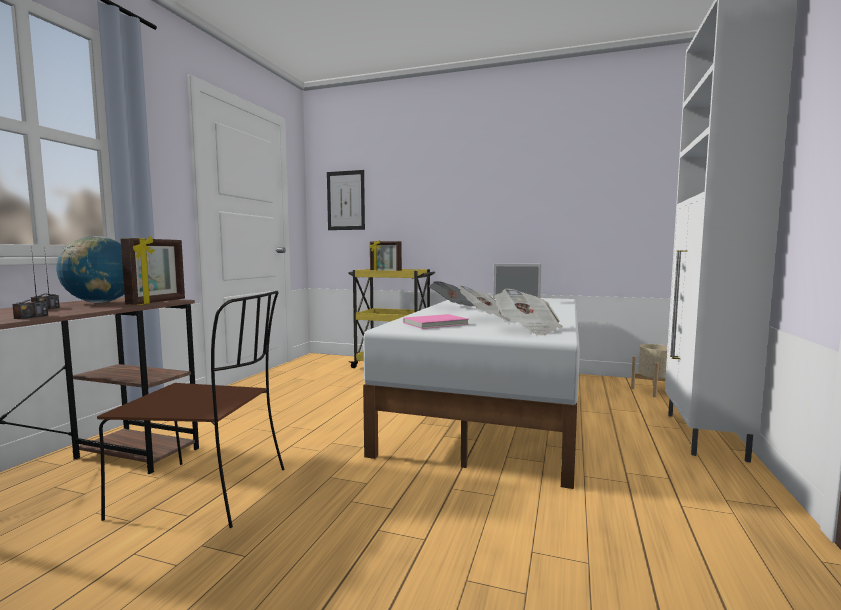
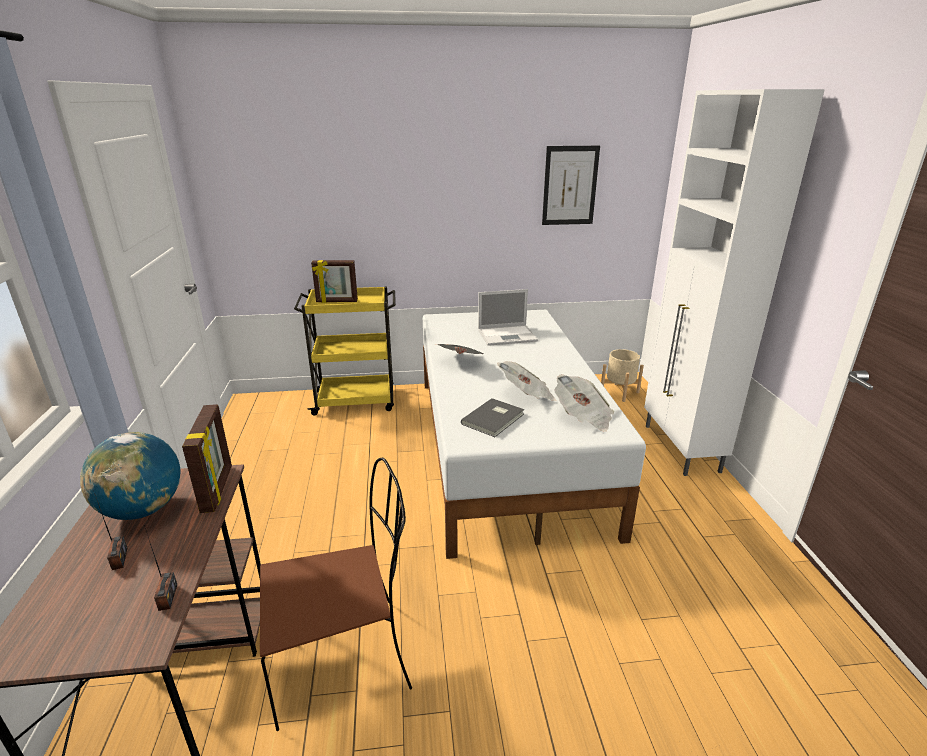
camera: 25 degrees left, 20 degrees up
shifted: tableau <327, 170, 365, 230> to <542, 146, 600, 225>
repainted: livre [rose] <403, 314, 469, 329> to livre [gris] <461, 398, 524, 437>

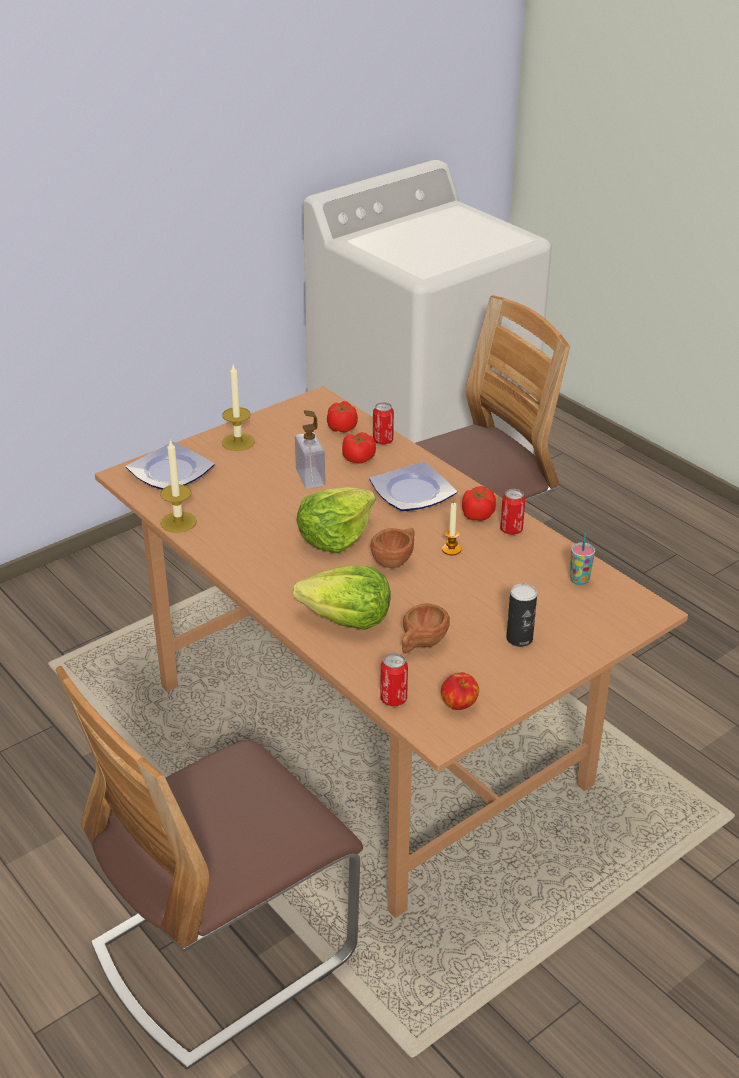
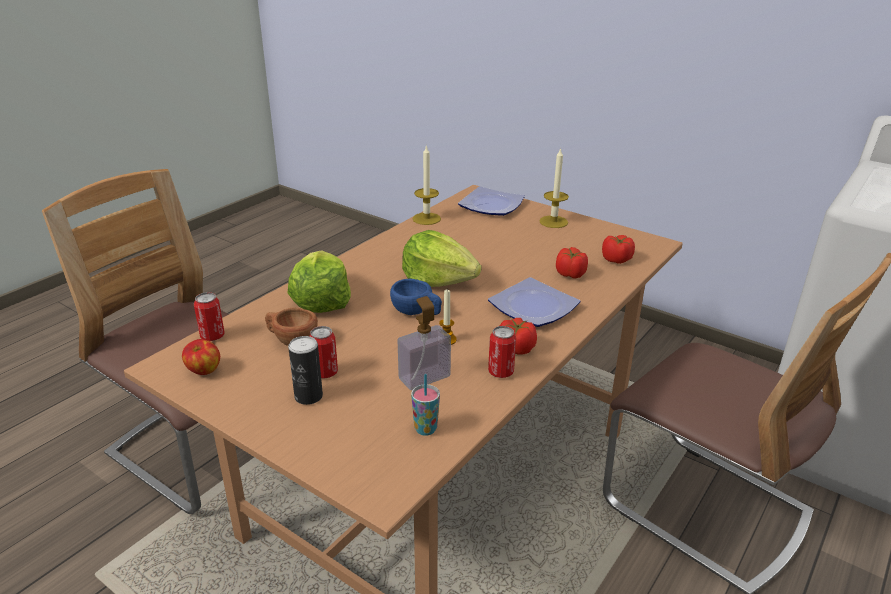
camera: 75 degrees right, 5 degrees down
shifted: distributeur de savon <295, 410, 325, 488> to <397, 296, 451, 390>; boîte métallique <373, 402, 394, 444> to <310, 326, 338, 378>
repainted: tasse [marron] <371, 528, 415, 568> to tasse [bleu] <390, 279, 442, 315>

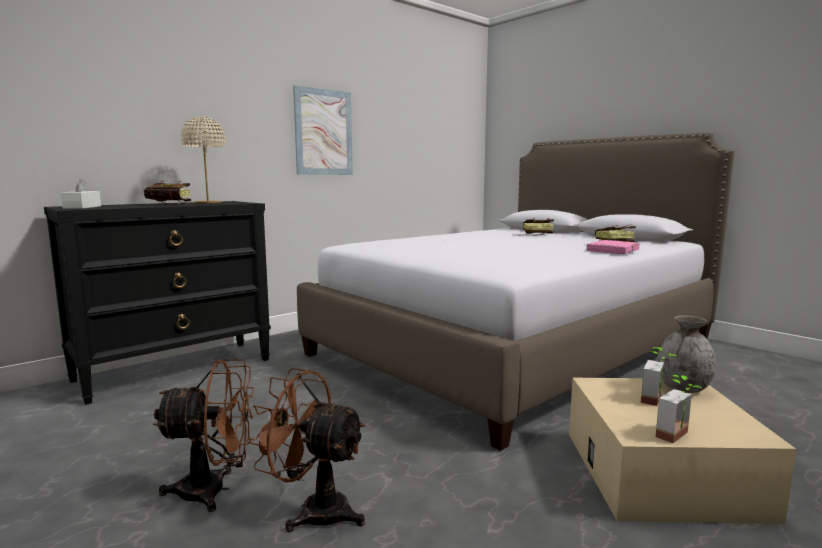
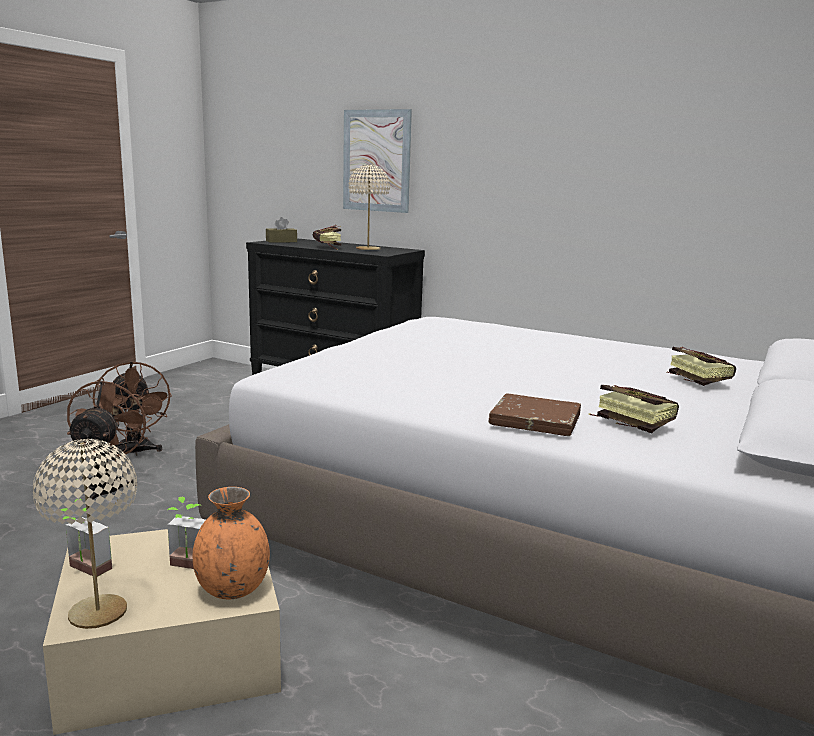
camera: 70 degrees right, 5 degrees up
new: lampe de table [beige] <33, 439, 137, 629>
shifted: tableau <293, 86, 353, 175> to <343, 109, 412, 213>
repainted: boîte à mouchoirs [blanc] <61, 176, 101, 209> to boîte à mouchoirs [marron] <266, 217, 297, 243>; livre [rose] <586, 240, 640, 254> to livre [marron] <489, 393, 581, 436>; vase [gris] <657, 315, 716, 393> to vase [orange] <193, 487, 270, 599>

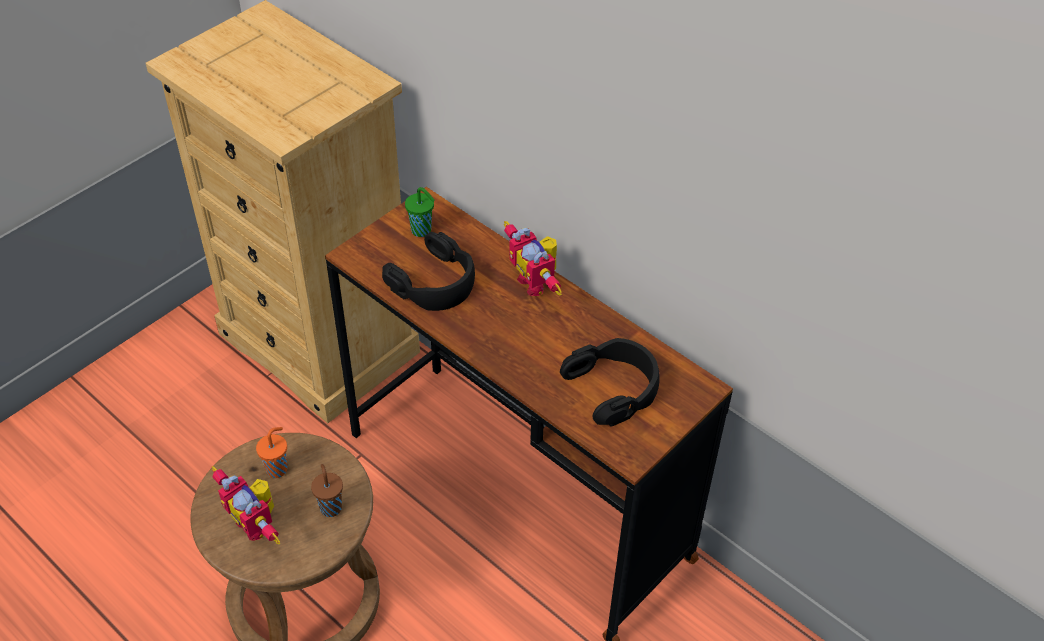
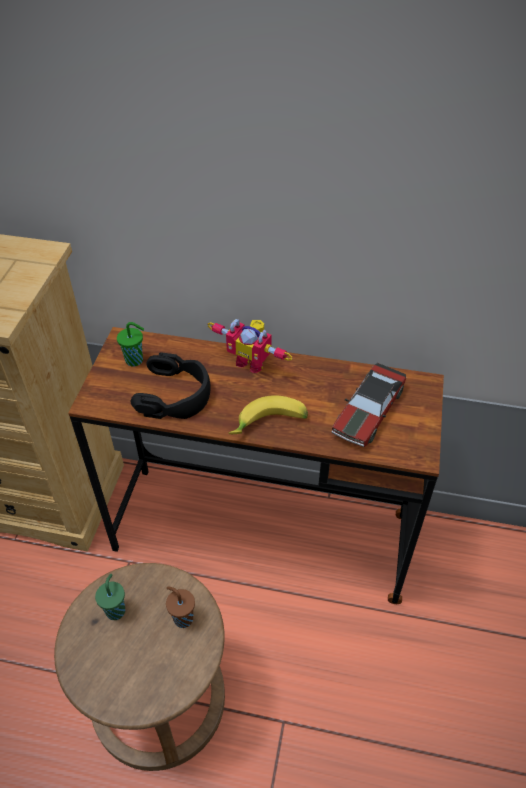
camera: 30 degrees left, 0 degrees up
gone: robot jouet <211, 466, 281, 544>
new: banane <229, 395, 308, 434>
swapped: casque audio [noir] <560, 338, 660, 426> to petite voiture <331, 363, 406, 447>
repainted: tasse [orange] <256, 427, 287, 478> to tasse [vert] <95, 574, 125, 620>

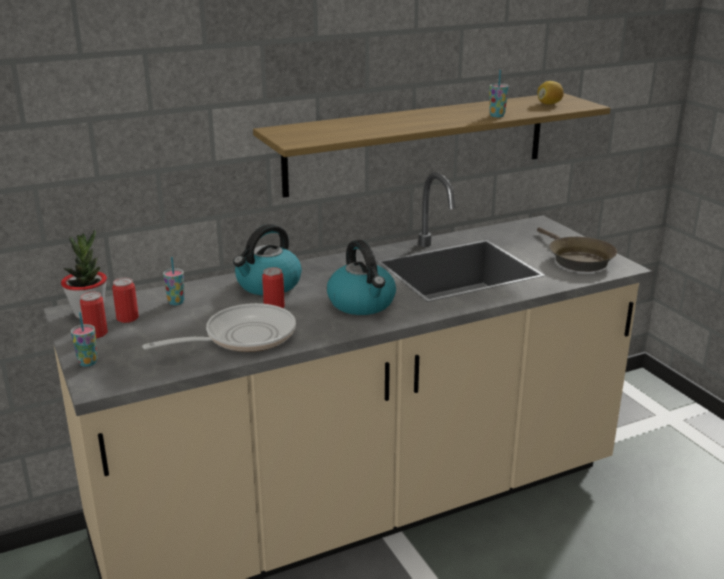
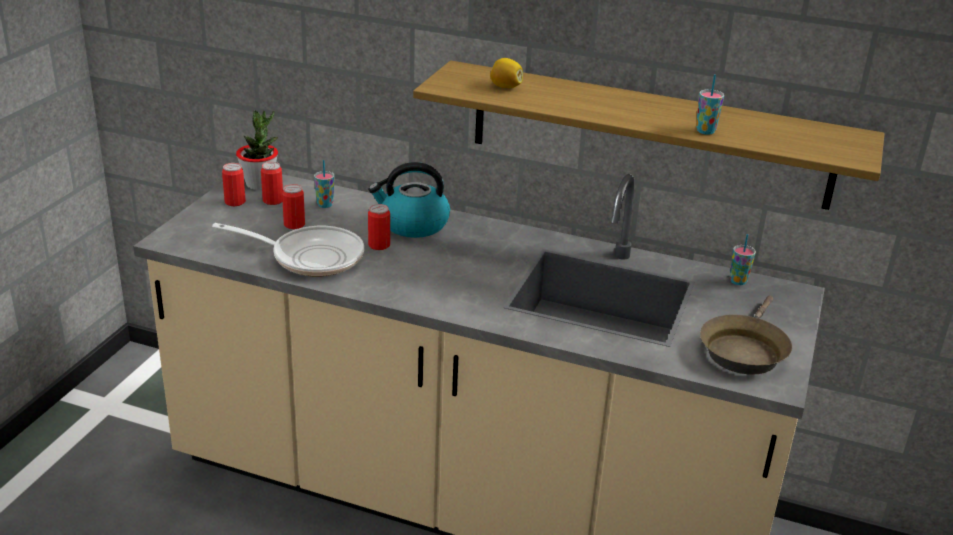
camera: 45 degrees right, 5 degrees up
gone: bouilloire <327, 240, 396, 315>
new: boîte métallique <282, 184, 305, 229>
shifted: tasse <71, 312, 97, 367> to <730, 234, 756, 285>; citron <538, 81, 564, 105> to <490, 58, 523, 88>

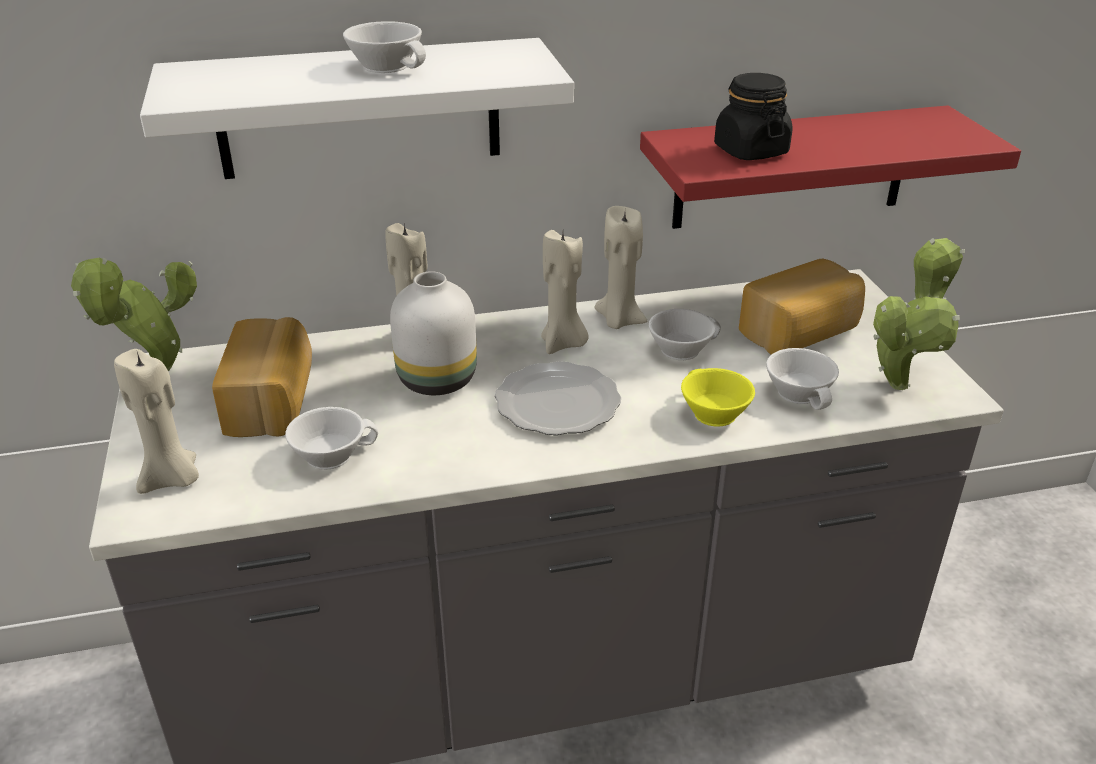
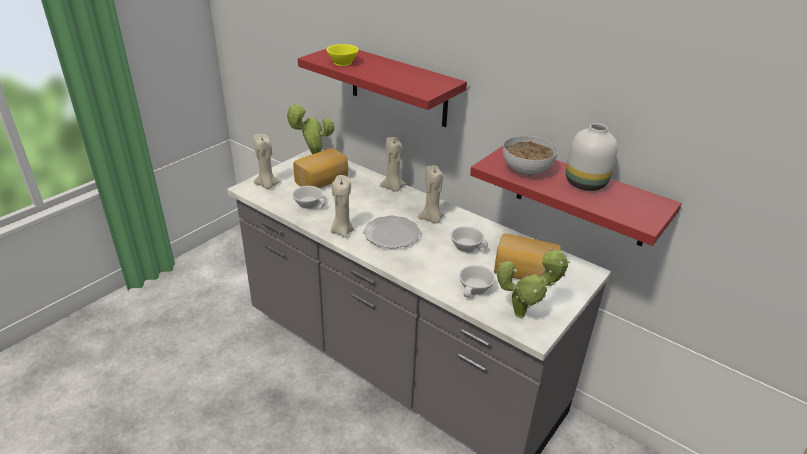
camera: 50 degrees right, 0 degrees up
gone: tasse [blanc] <343, 21, 426, 73>
shifted: vase [blanc] <390, 271, 477, 395> to <566, 123, 618, 191>; bougie [beige] <594, 206, 647, 329> to <331, 175, 354, 238>; tasse [jaune] <681, 368, 755, 427> to <326, 44, 359, 66>
swapped: bocal [noir] <714, 73, 792, 160> to bol <503, 136, 558, 175>
repainted: étagère [blanc] <140, 38, 574, 179> to étagère [rouge] <298, 49, 467, 127>

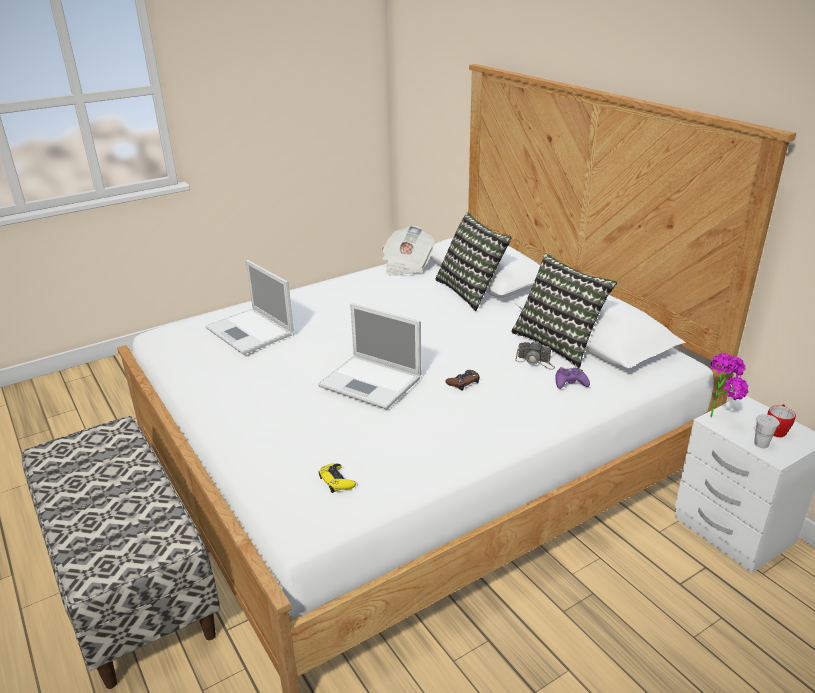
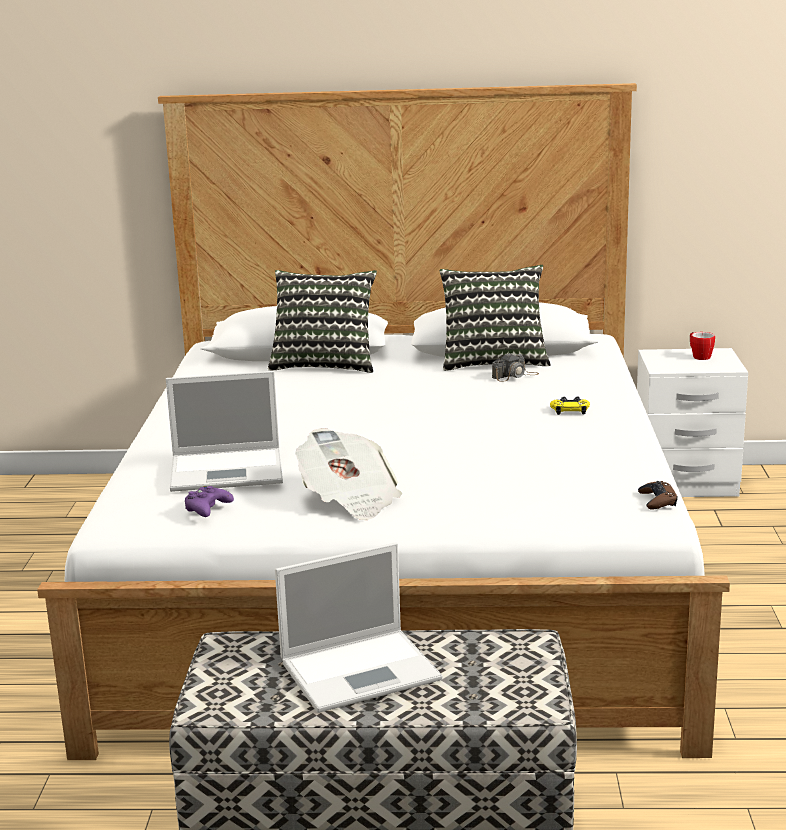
camera: 55 degrees left, 10 degrees down
gone: plante en pot <710, 353, 749, 417>; tasse [blanc] <754, 414, 779, 448>
shifted: ordinateur portable <318, 303, 421, 410> to <275, 542, 443, 713>; manette [jaune] <319, 463, 356, 493> to <550, 396, 590, 415>; journal <382, 226, 436, 276> to <295, 428, 402, 520>; manette [marron] <446, 370, 480, 391> to <638, 481, 678, 510>; manette [violet] <556, 367, 590, 389> to <185, 486, 234, 517>

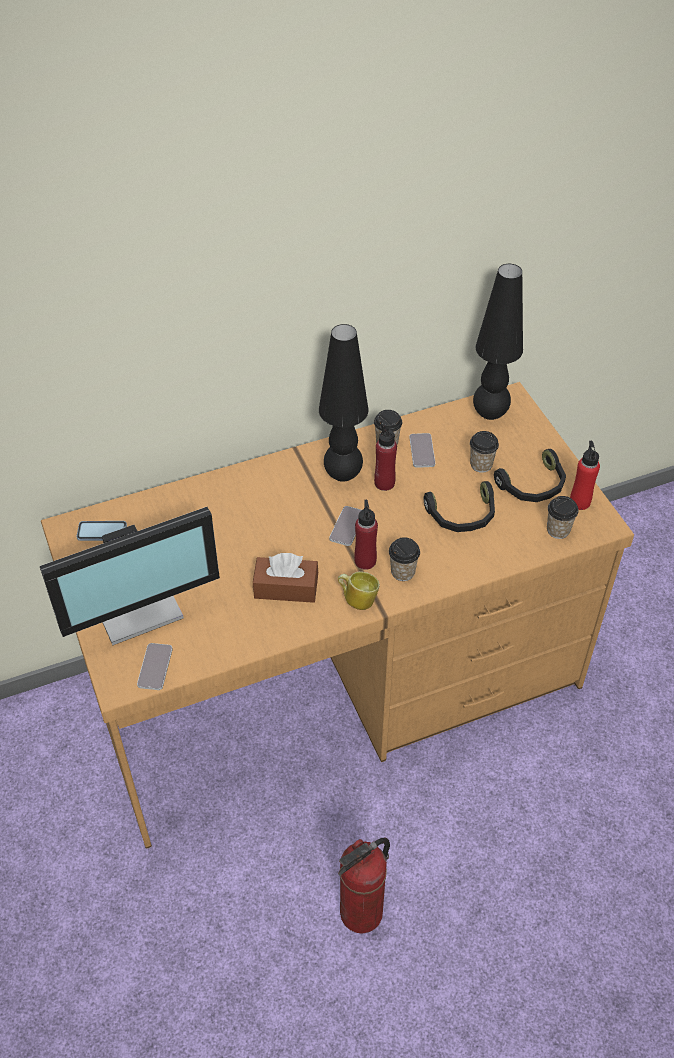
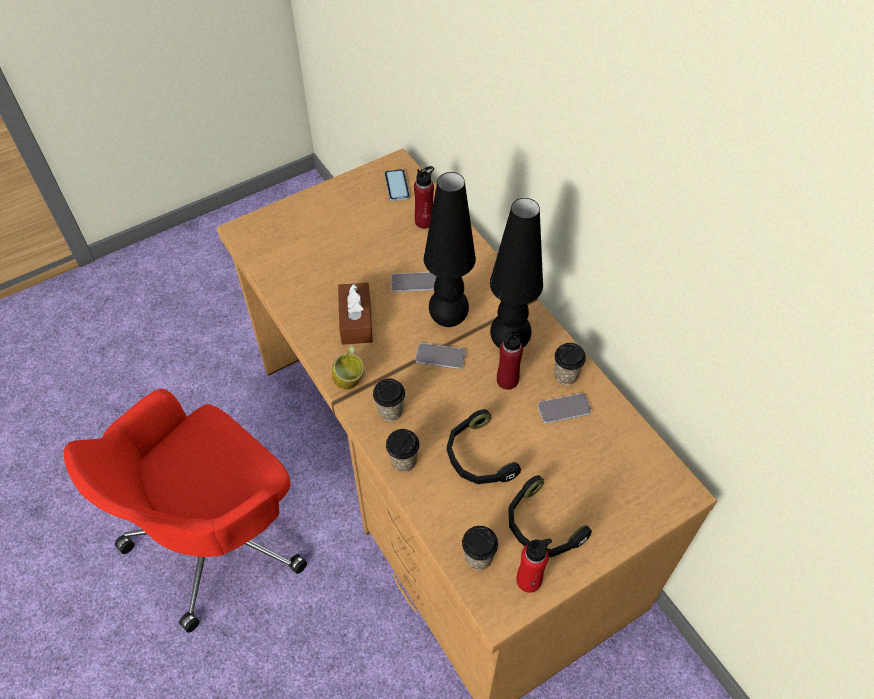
camera: 80 degrees right, 5 degrees up
gone: écran d'ordinateur <40, 507, 220, 645>
shifted: téléphone <137, 643, 172, 690> to <391, 272, 437, 292>; bouteille [rouge] <354, 500, 378, 570> to <414, 166, 434, 229>; tasse <470, 431, 499, 473> to <386, 429, 420, 472>; lampe de table [noir] <473, 264, 523, 420> to <424, 172, 476, 327>
swapped: extincteur <338, 838, 390, 934> to chaise de bureau [rouge] <64, 389, 307, 633>

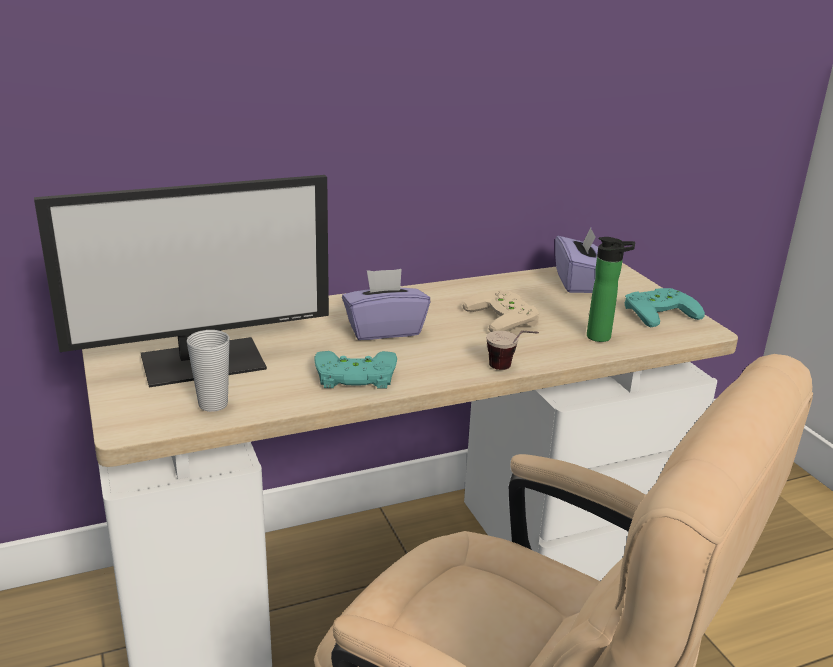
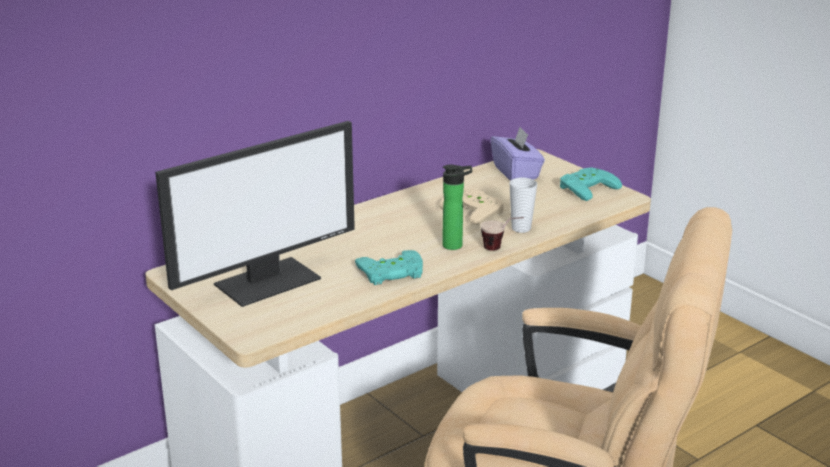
camera: 15 degrees left, 0 degrees up
gone: boîte à mouchoirs [violet] <342, 269, 430, 340>
shifted: tasse <187, 330, 230, 412> to <509, 178, 537, 233>; bouteille <587, 237, 635, 342> to <442, 164, 472, 250>

